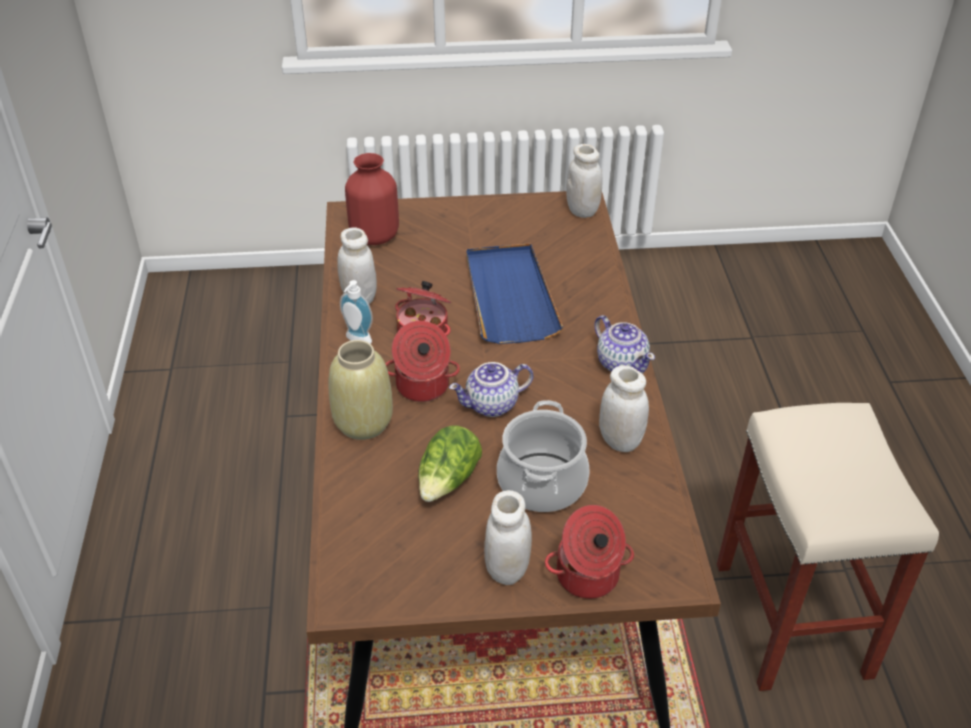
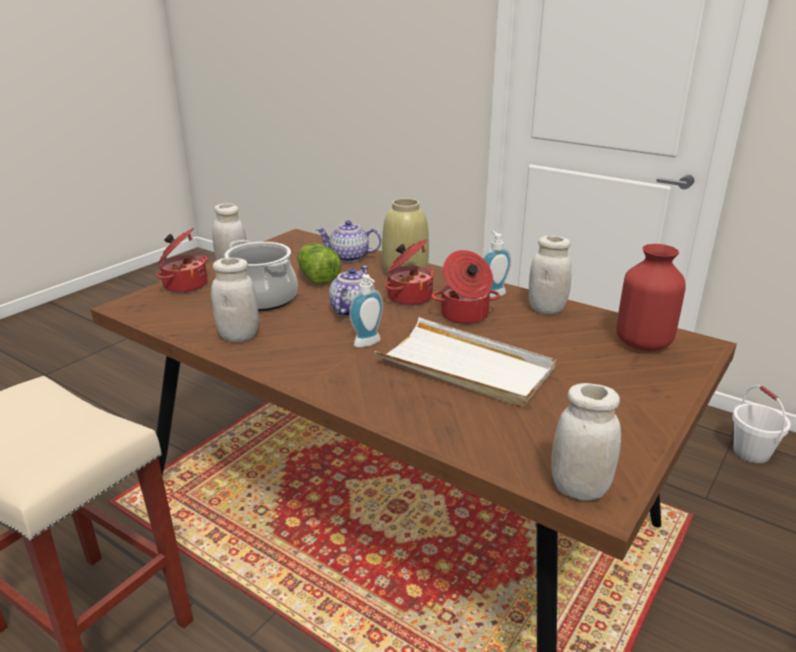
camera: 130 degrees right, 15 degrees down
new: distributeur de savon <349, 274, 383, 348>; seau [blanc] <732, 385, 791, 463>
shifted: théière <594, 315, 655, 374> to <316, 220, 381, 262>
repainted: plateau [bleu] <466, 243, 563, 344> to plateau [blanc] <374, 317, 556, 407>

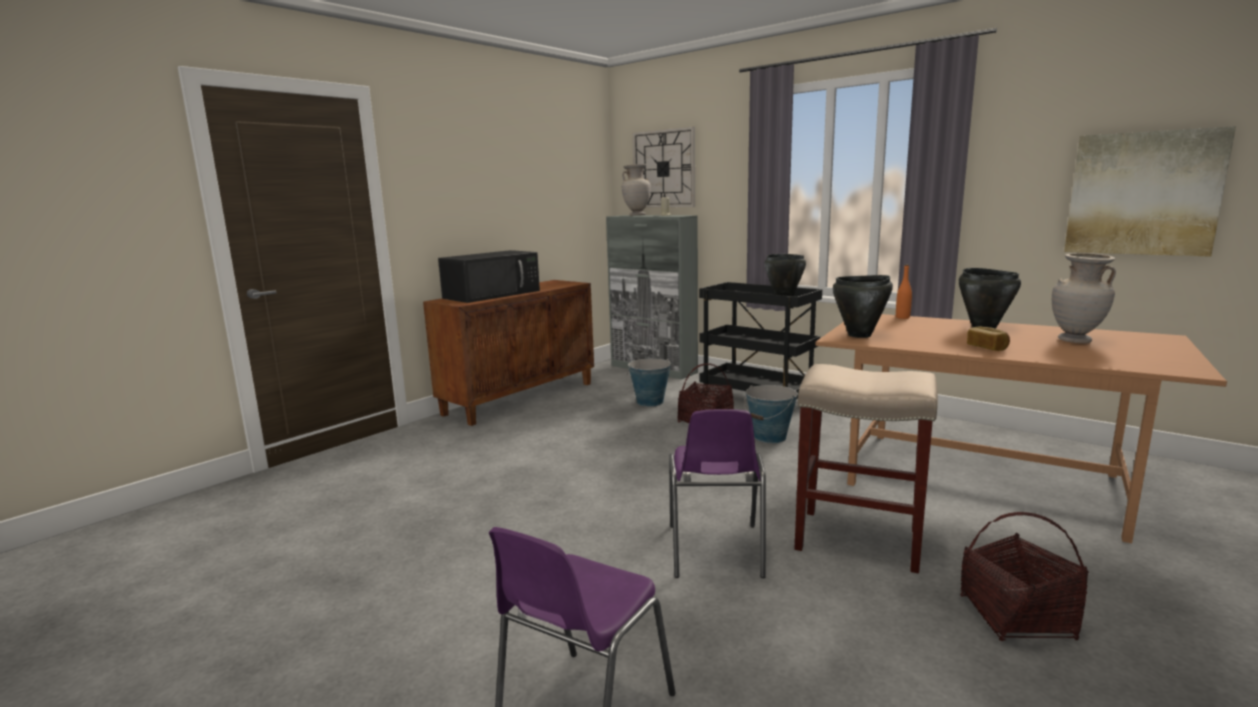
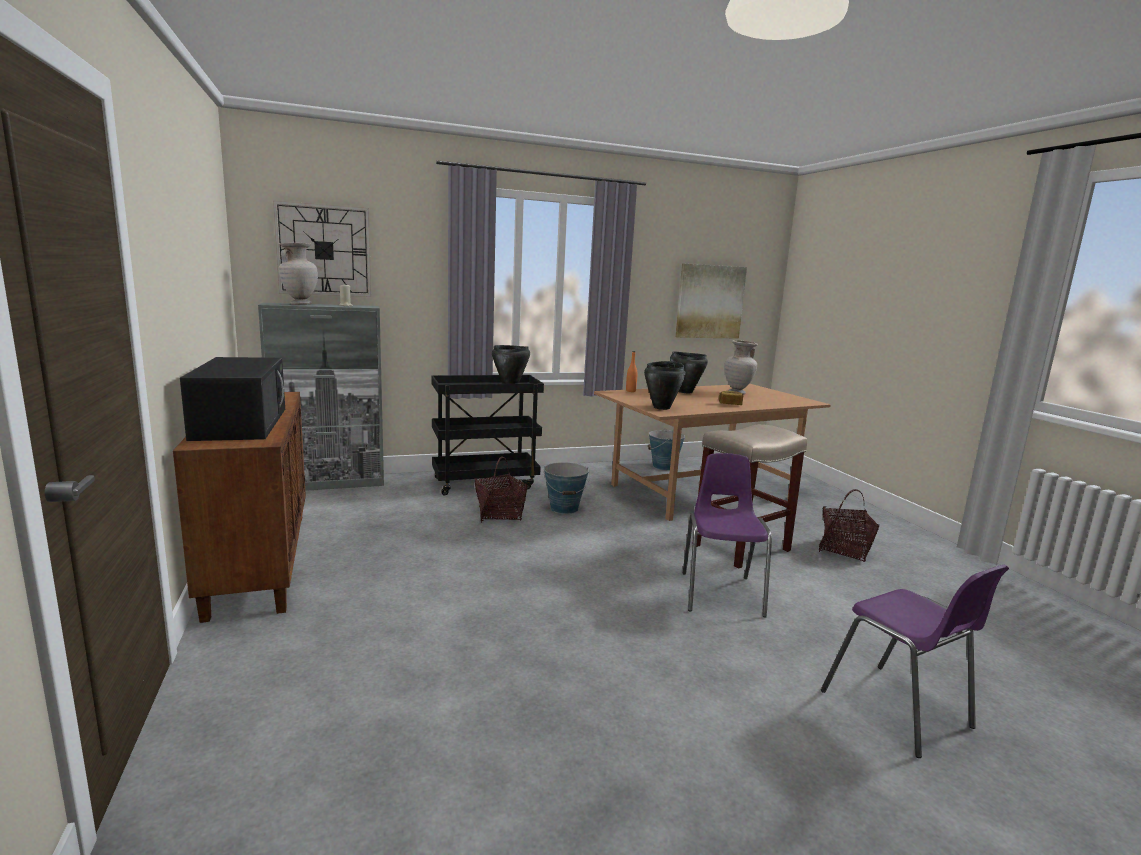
camera: 60 degrees left, 0 degrees up
shifted: seau <627, 358, 671, 407> to <648, 429, 685, 470>
rotated: chaise [violet] <669, 409, 766, 578> = <683, 453, 772, 617> 120 degrees counterclockwise

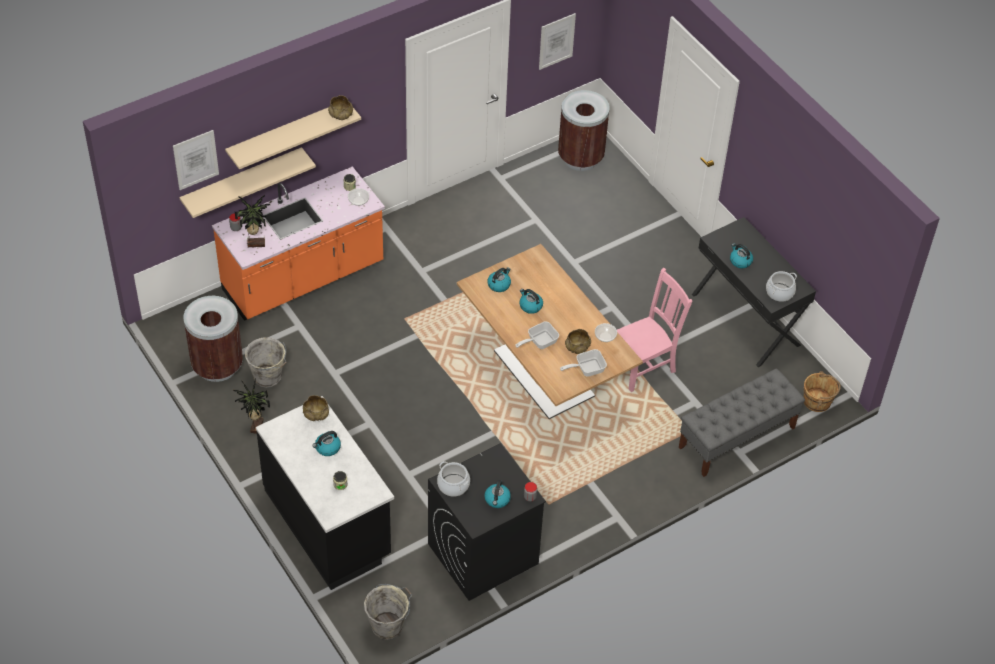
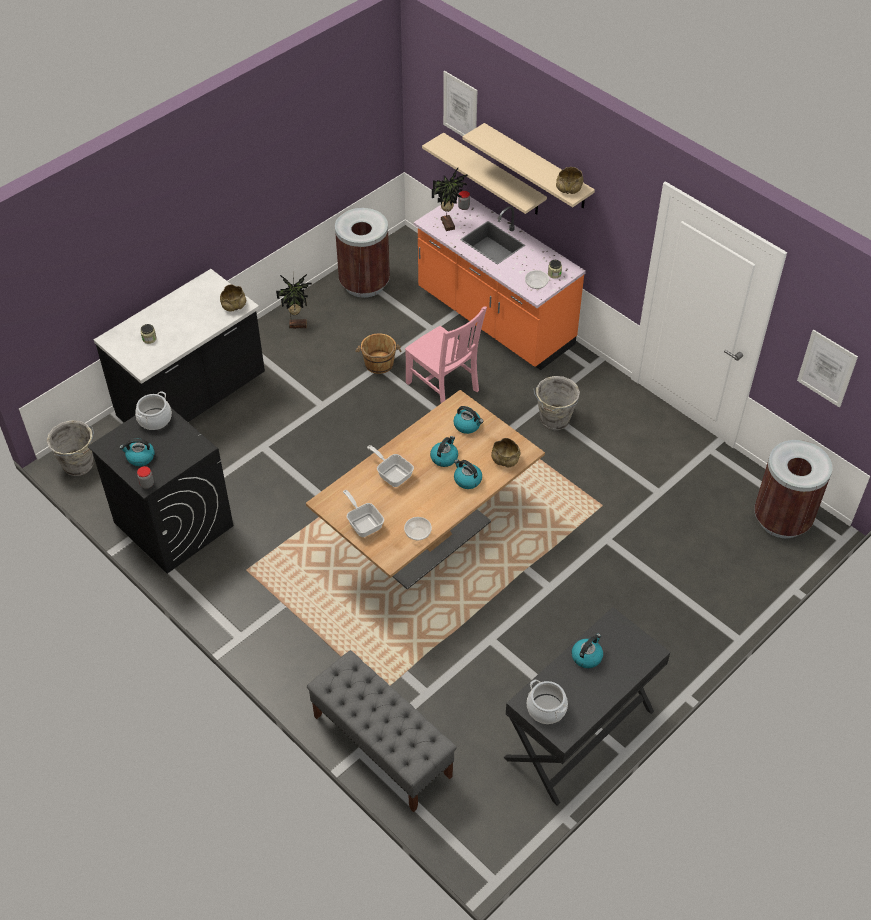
camera: 80 degrees right, 0 degrees up
shifted: seau [gris] <245, 337, 287, 388> to <533, 376, 580, 430>; bouilloire <313, 431, 341, 456> to <454, 459, 482, 489>; bol [beige] <565, 329, 591, 354> to <491, 438, 521, 468>; chaise [rose] <617, 268, 692, 392> to <405, 306, 487, 403>; seau [marron] <804, 371, 841, 412> to <355, 333, 402, 374>

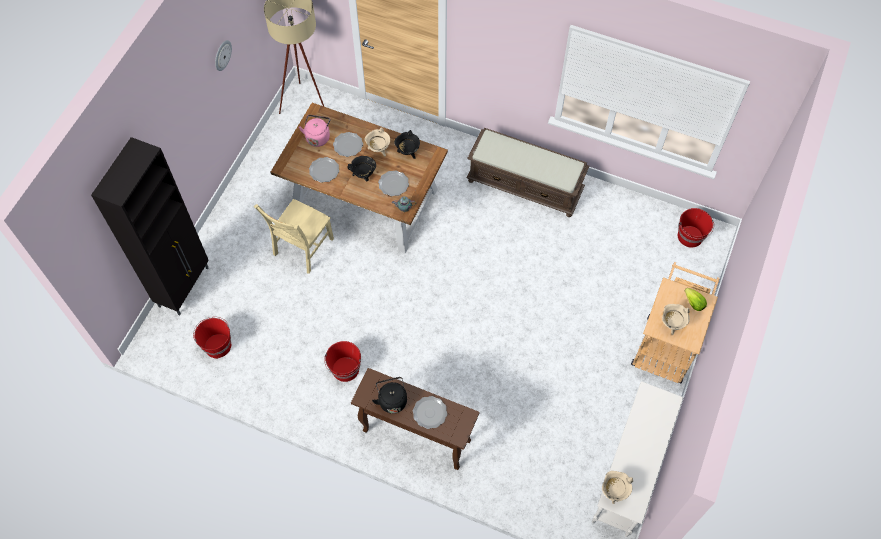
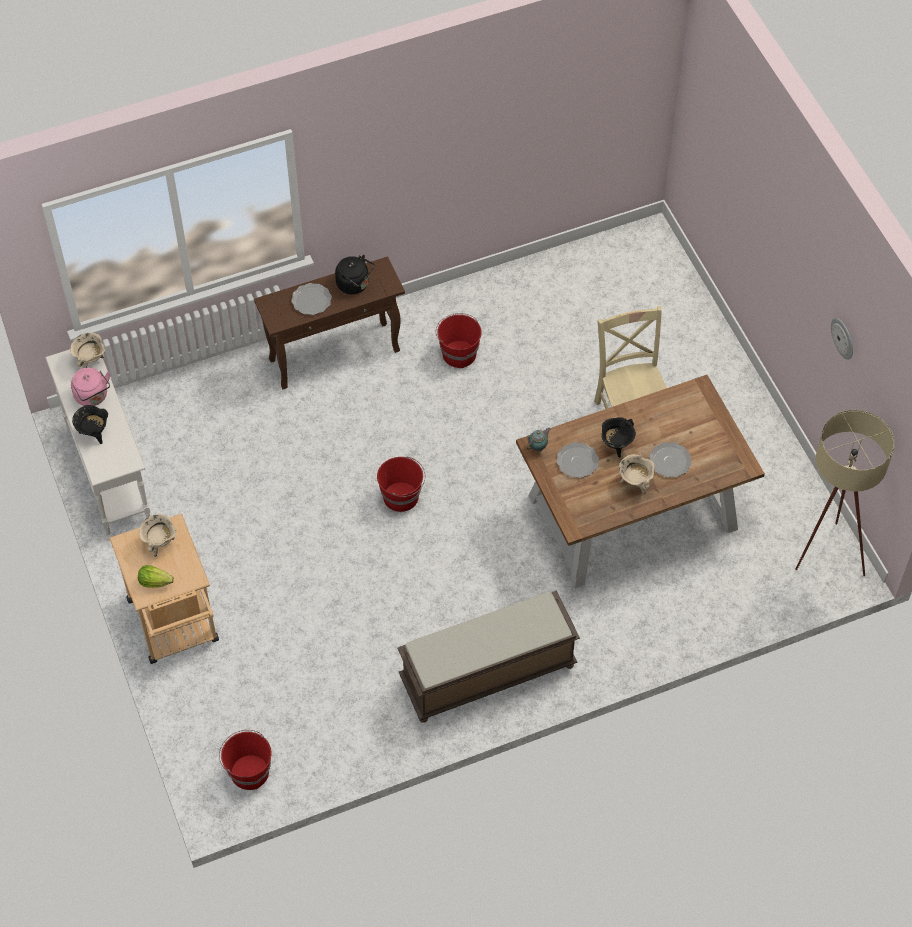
camera: 135 degrees right, 5 degrees down
gone: meuble de rangement [noir] <91, 137, 209, 315>; assiette <309, 157, 339, 183>
shifted: seau [rouge] <193, 317, 231, 359> to <377, 457, 425, 512>; bouilloire [rose] <299, 115, 330, 147> to <71, 368, 110, 406>; marmite [noir] <394, 130, 420, 159> to <72, 405, 108, 444>

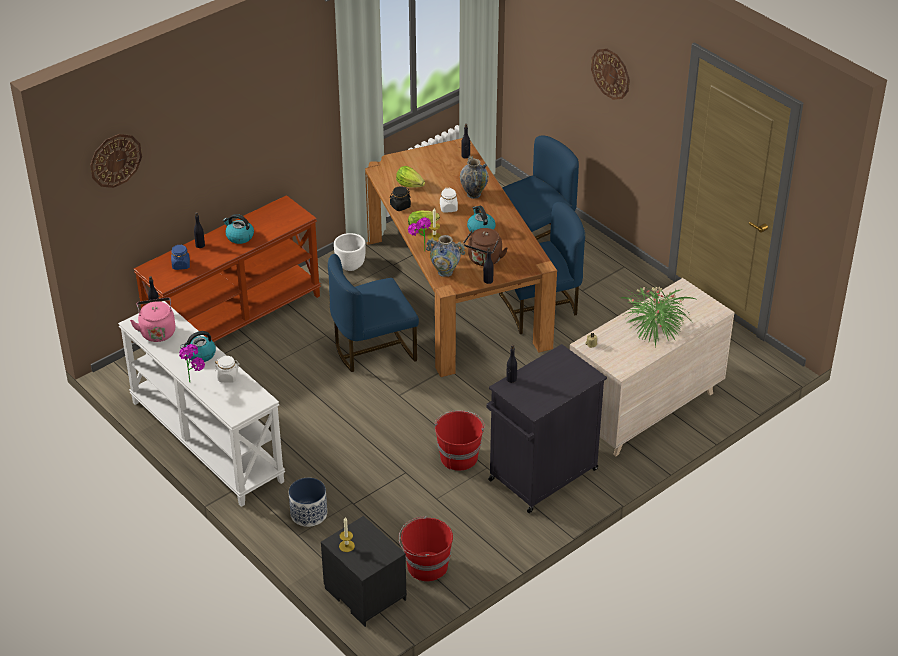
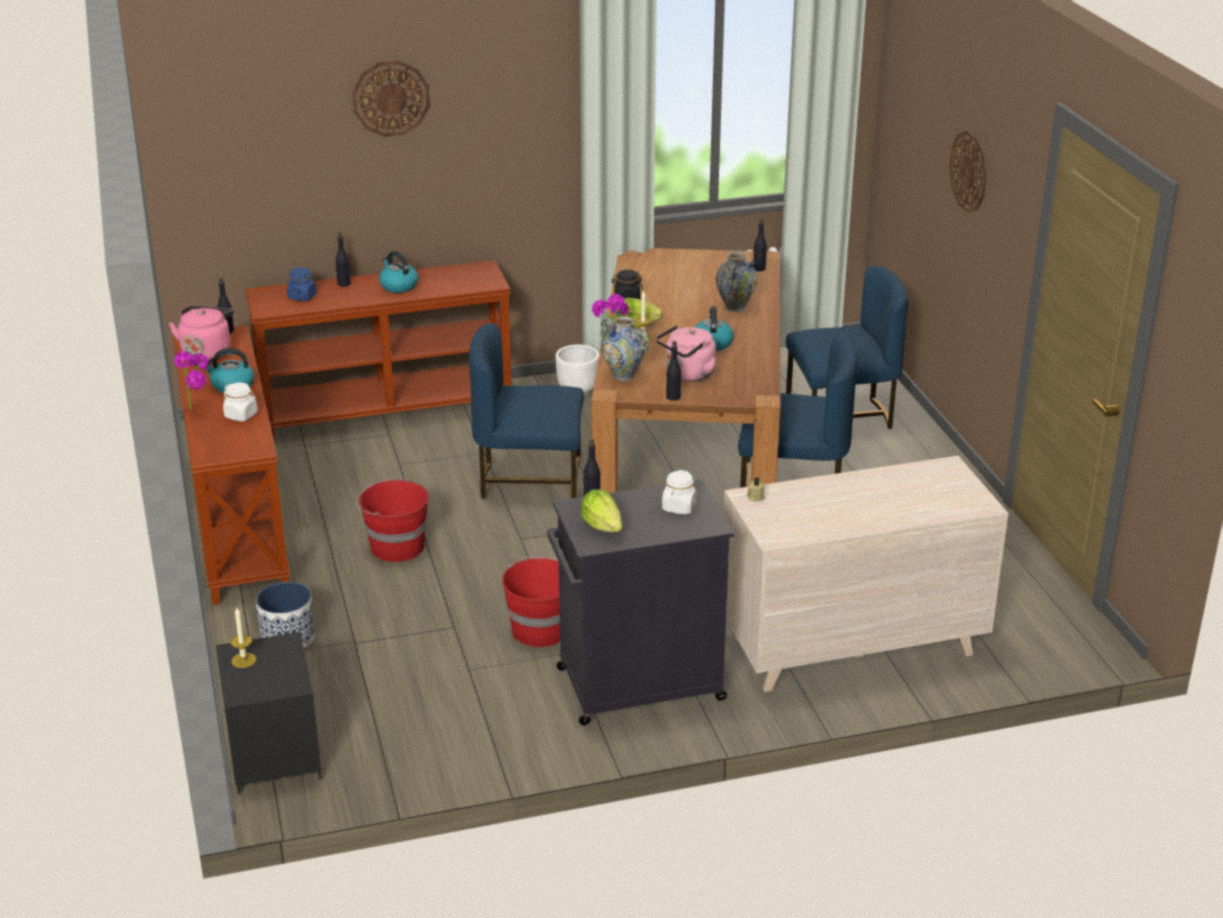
camera: 25 degrees right, 10 degrees down
gone: plante en pot <617, 287, 695, 347>
shifted: horloge murale <90, 134, 142, 188> to <352, 61, 430, 137>; laitue <396, 166, 425, 188> to <581, 489, 622, 533>; seau [rouge] <399, 516, 453, 581> to <356, 478, 429, 562>; bocal [blanc] <440, 188, 458, 212> to <662, 470, 697, 515>
repainted: table console [blanc] <118, 301, 285, 507> to table console [marron] <173, 325, 291, 605>; bouilloire [marron] <463, 228, 508, 266> to bouilloire [rose] <656, 325, 716, 382>

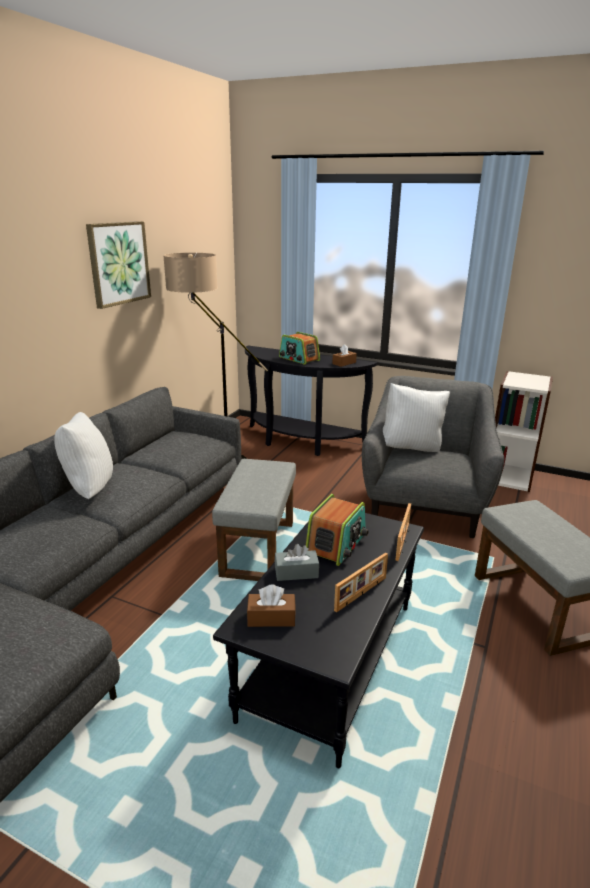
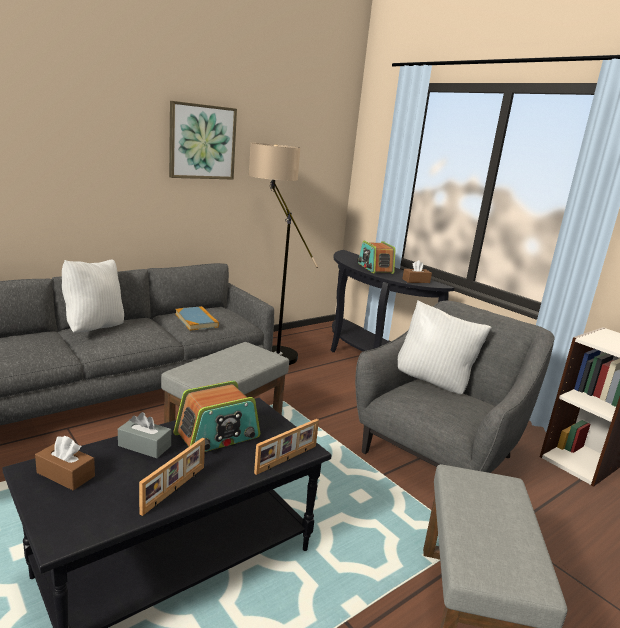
camera: 25 degrees right, 5 degrees down
new: livre <175, 306, 219, 331>
rotated: cadre photo <334, 552, 388, 613> = <139, 438, 205, 516> 45 degrees counterclockwise

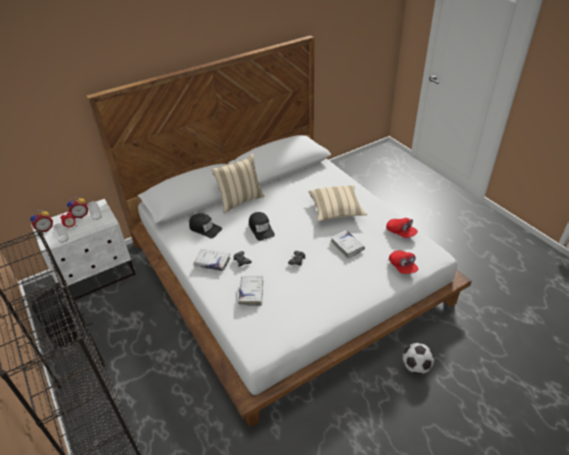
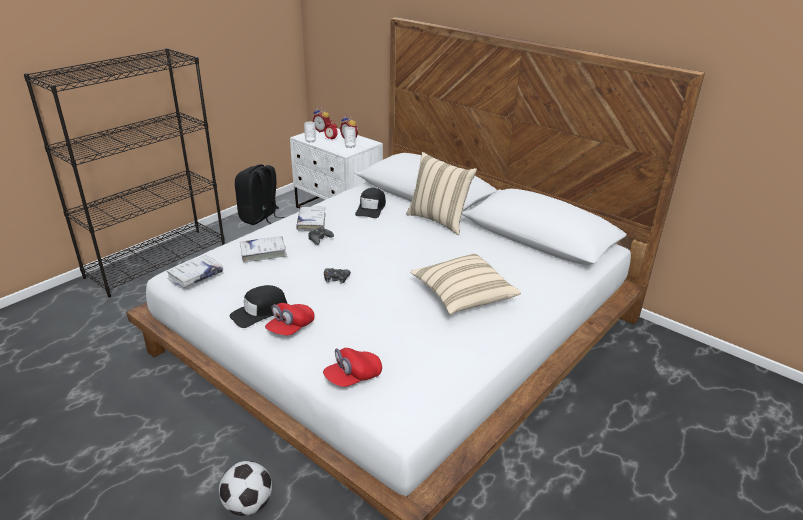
camera: 70 degrees right, 10 degrees down
shifted: casquette [noir] <249, 212, 275, 241> to <230, 285, 287, 328>; livre [blanc] <331, 230, 365, 258> to <166, 255, 223, 288>; casquette [rouge] <386, 218, 418, 238> to <265, 303, 315, 335>

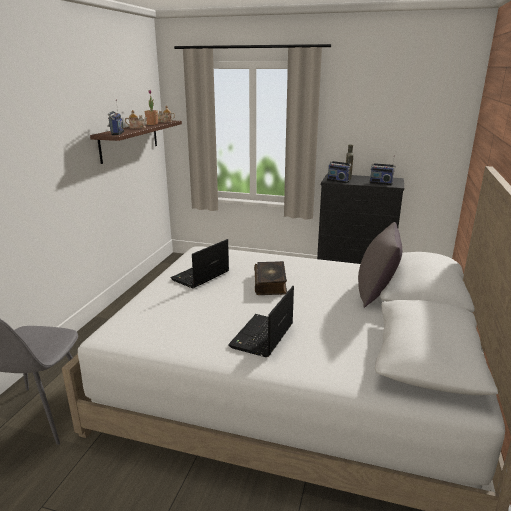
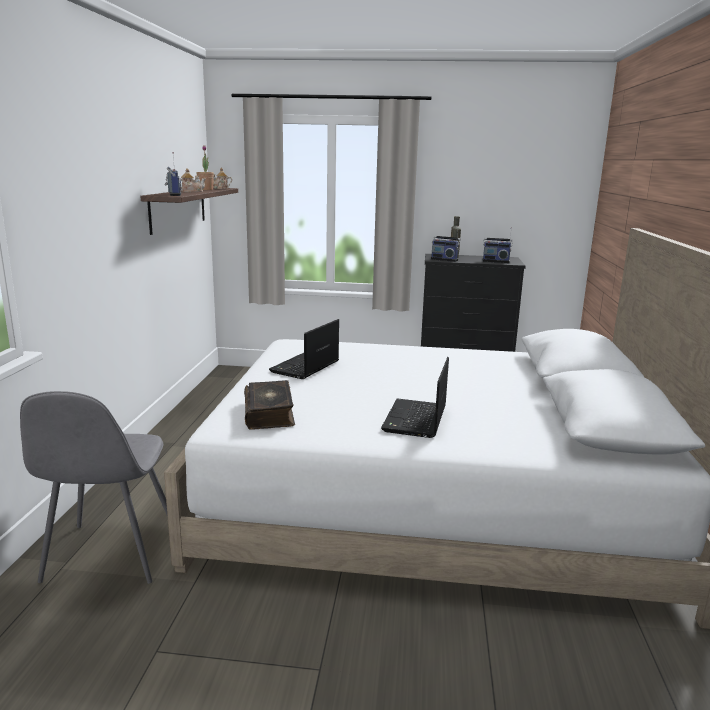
camera: 10 degrees left, 5 degrees down
gone: coussin [gris] <358, 222, 402, 308>
shifted: livre <254, 261, 287, 295> to <244, 380, 295, 430>

